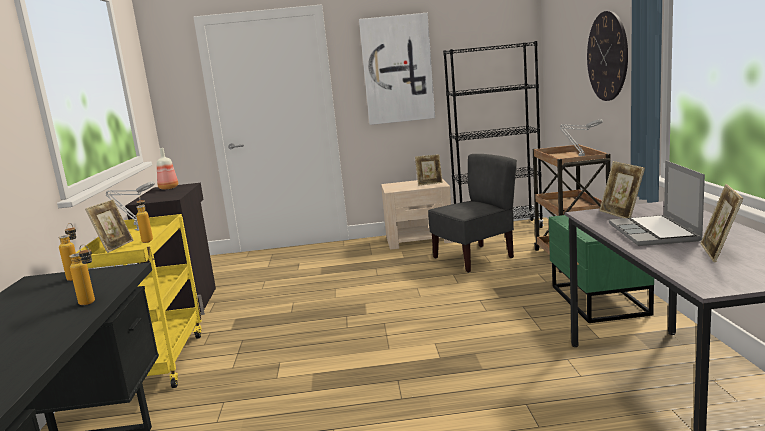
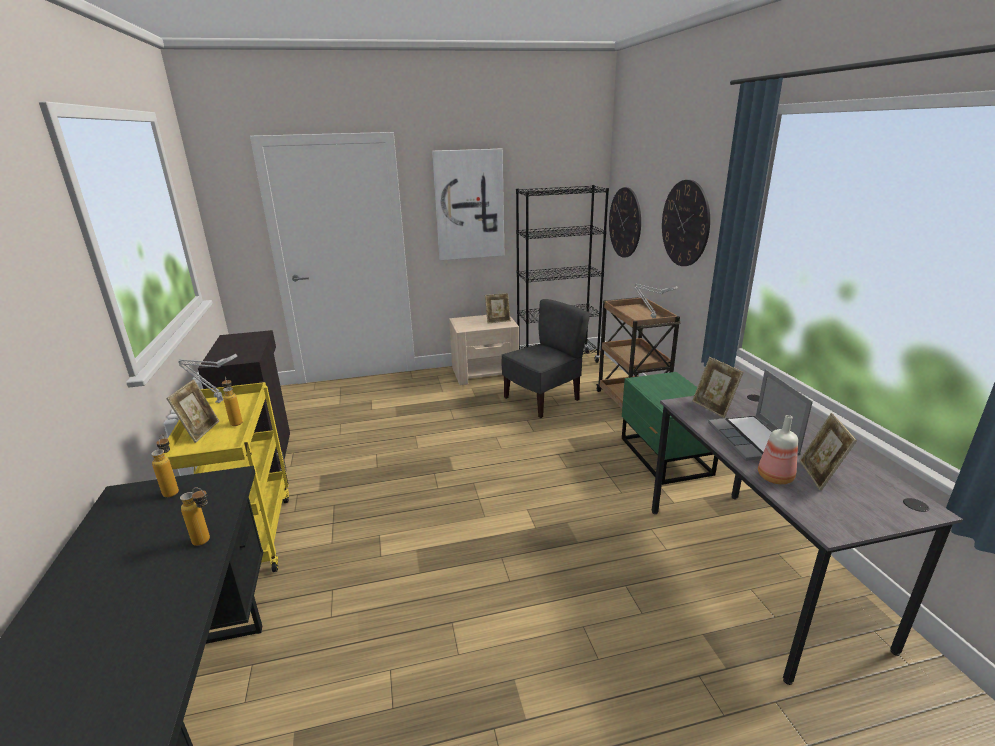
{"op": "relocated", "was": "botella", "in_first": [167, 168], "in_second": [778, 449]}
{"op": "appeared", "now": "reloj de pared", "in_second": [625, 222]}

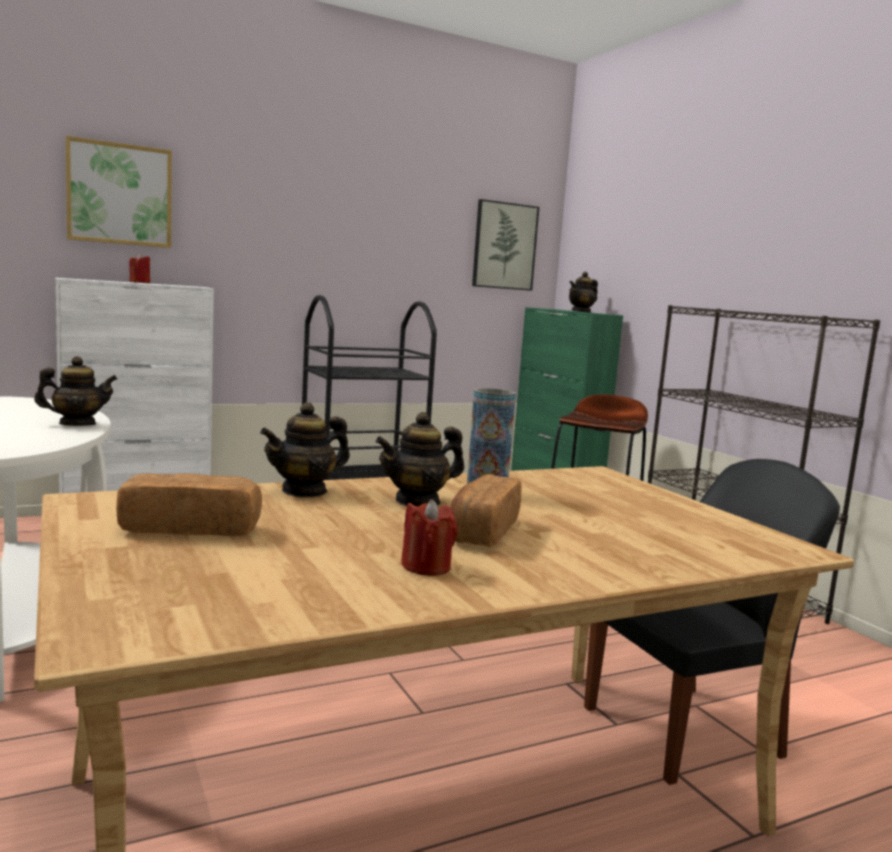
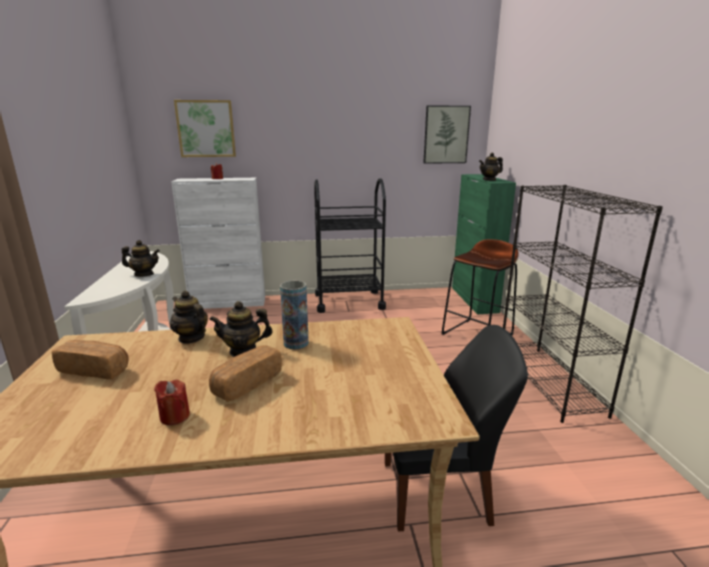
{"op": "spun", "was": "tetera", "in_first": [305, 449], "in_second": [189, 317], "clockwise": 60}

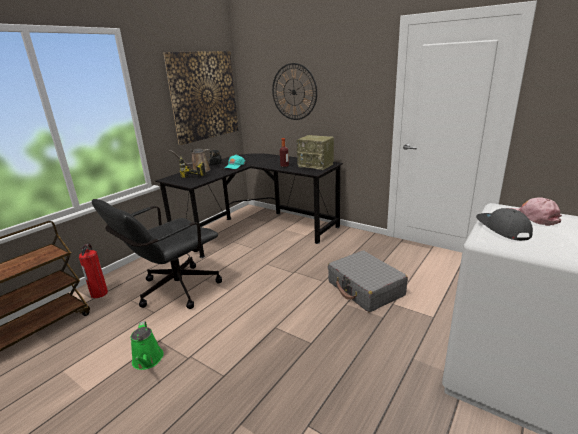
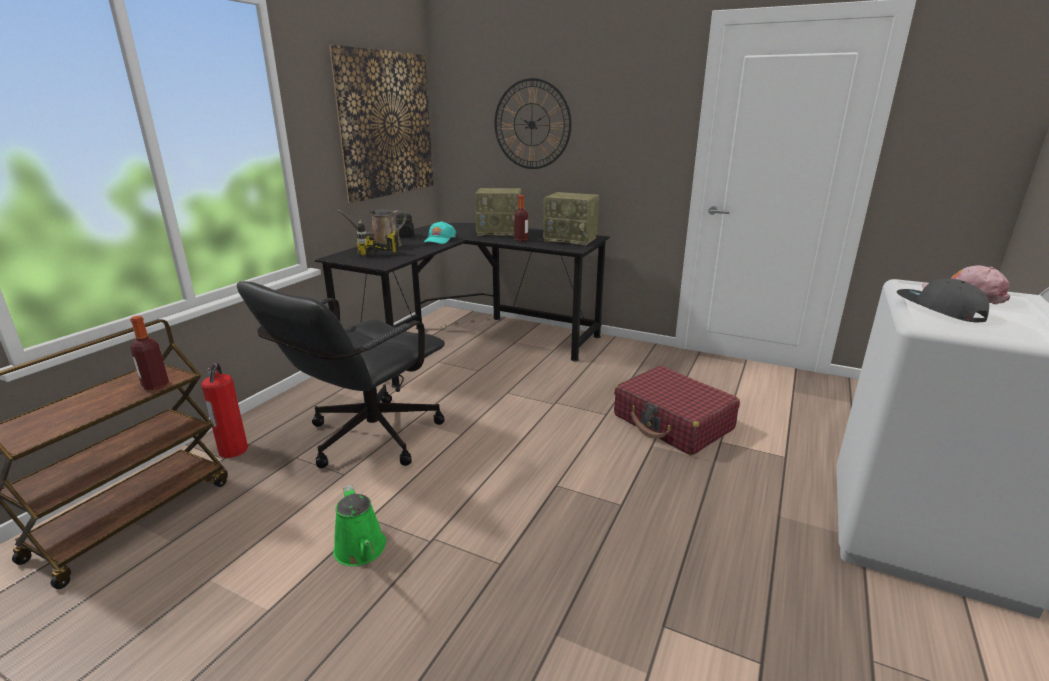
{"op": "colour", "was": "maleta [gris]", "now": "maleta [rojo]", "in_first": [368, 281], "in_second": [677, 410]}
{"op": "appeared", "now": "botella", "in_second": [149, 353]}
{"op": "appeared", "now": "radio", "in_second": [498, 212]}

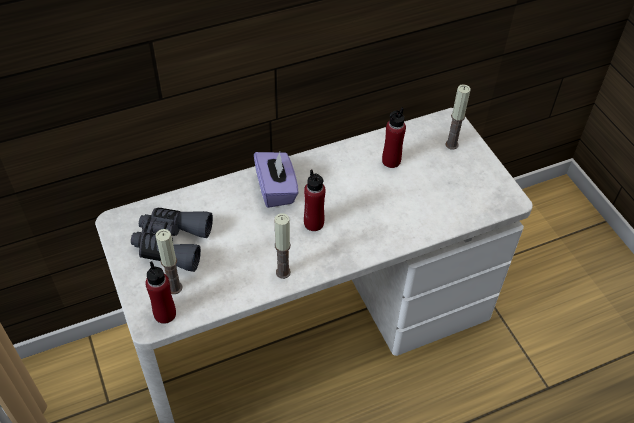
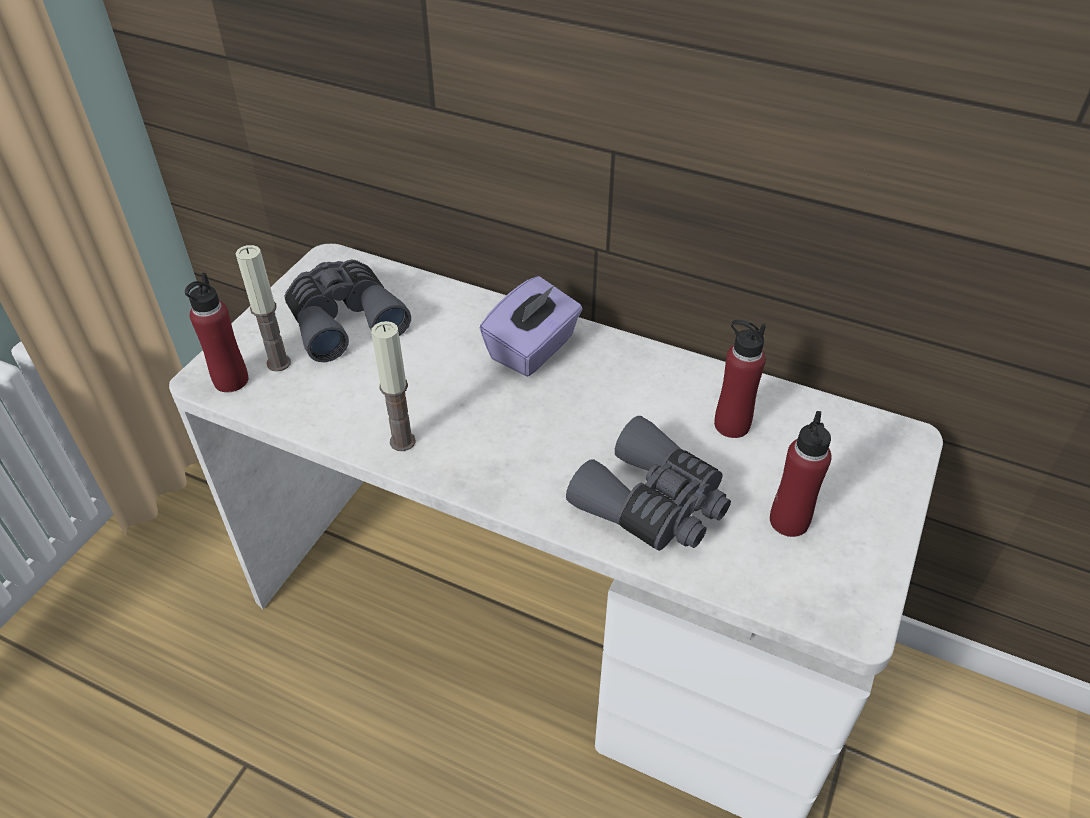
{"op": "relocated", "was": "botella [rojo]", "in_first": [315, 200], "in_second": [801, 474]}
{"op": "missing", "was": "vela", "in_first": [458, 117]}
{"op": "appeared", "now": "prismáticos [gris]", "in_second": [648, 483]}

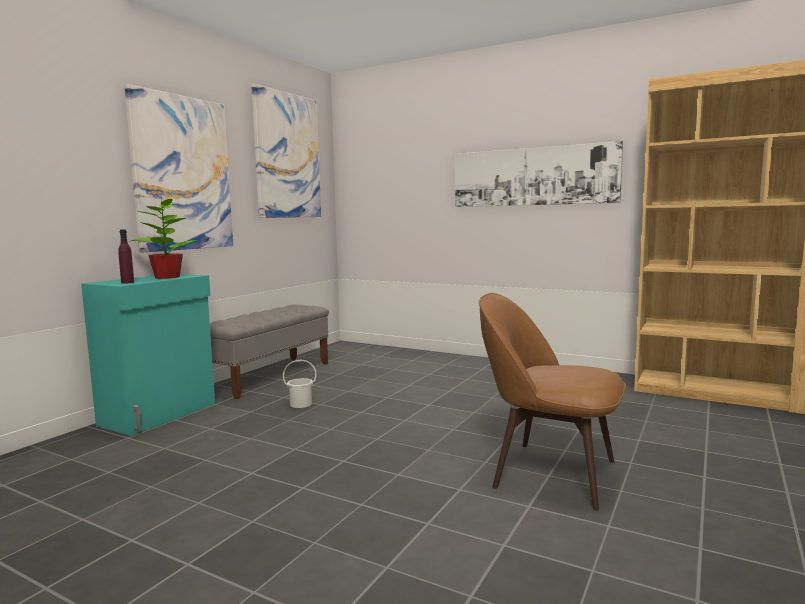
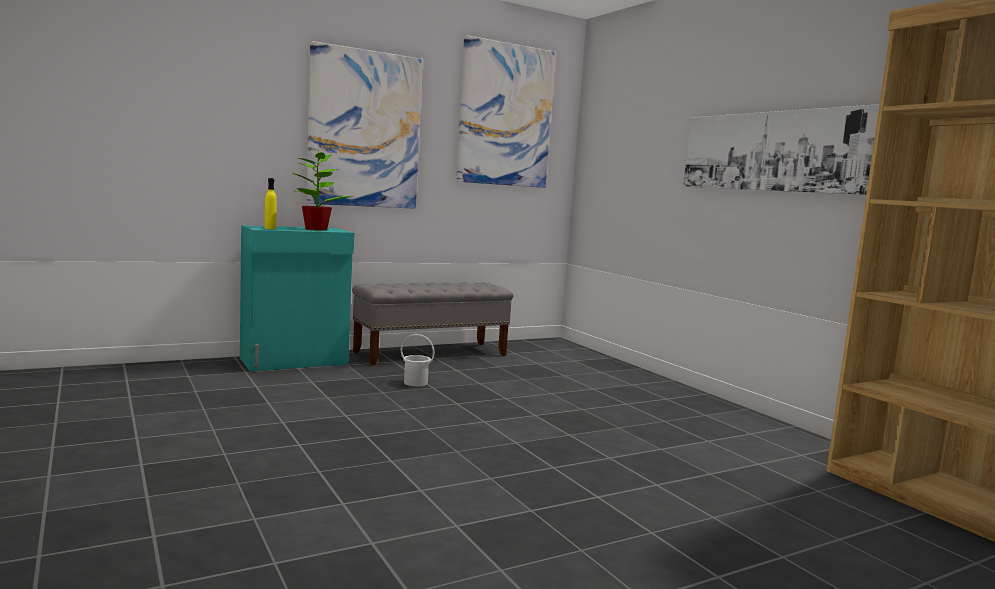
{"op": "colour", "was": "botella [morado]", "now": "botella [amarillo]", "in_first": [126, 256], "in_second": [271, 203]}
{"op": "missing", "was": "silla [marrón]", "in_first": [552, 402]}

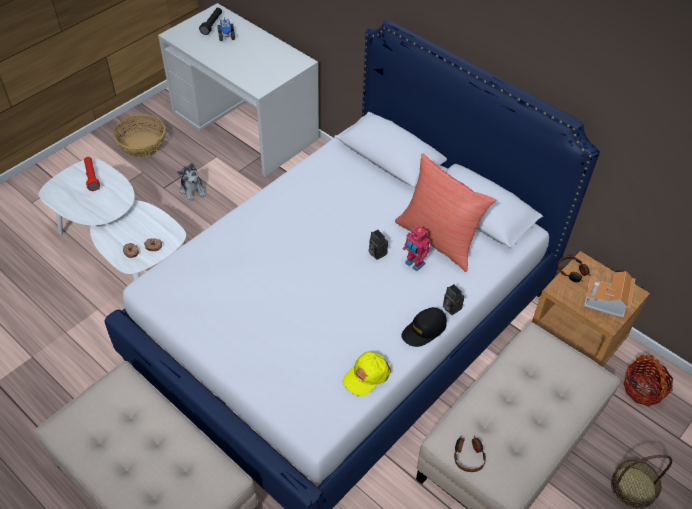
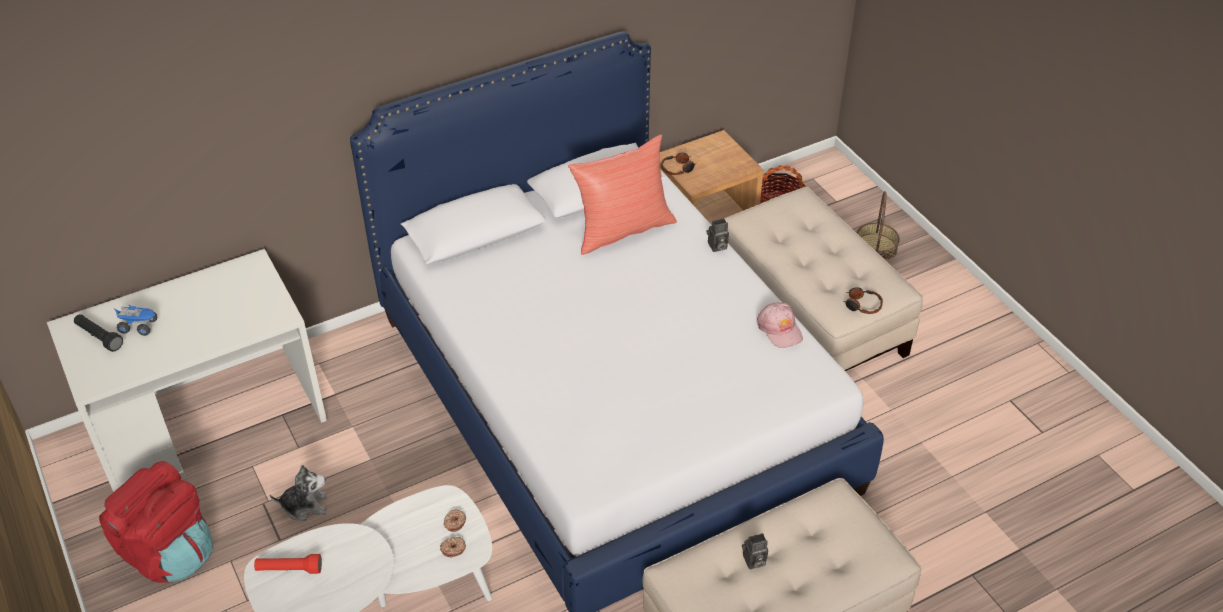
{"op": "exchanged", "was": "cesta", "now": "mochila [rojo]", "in_first": [139, 136], "in_second": [156, 522]}
{"op": "colour", "was": "gorra [amarillo]", "now": "gorra [rosa]", "in_first": [367, 373], "in_second": [780, 325]}
{"op": "relocated", "was": "cámara", "in_first": [378, 245], "in_second": [755, 551]}
{"op": "missing", "was": "gorra [negro]", "in_first": [424, 327]}
{"op": "missing", "was": "robot de juguete", "in_first": [417, 248]}
{"op": "missing", "was": "casita", "in_first": [609, 294]}

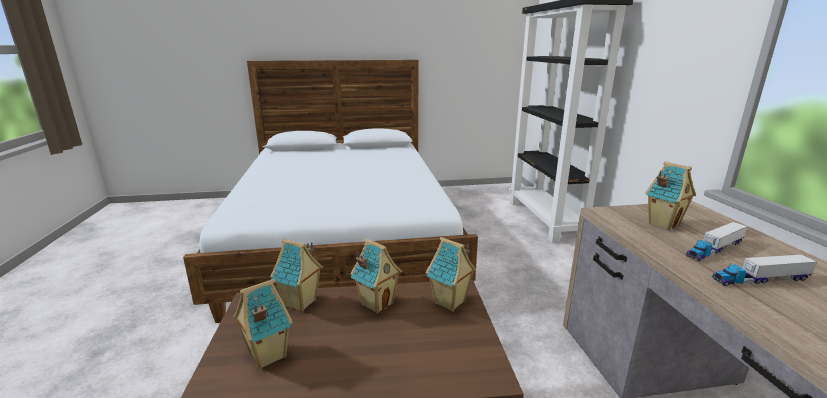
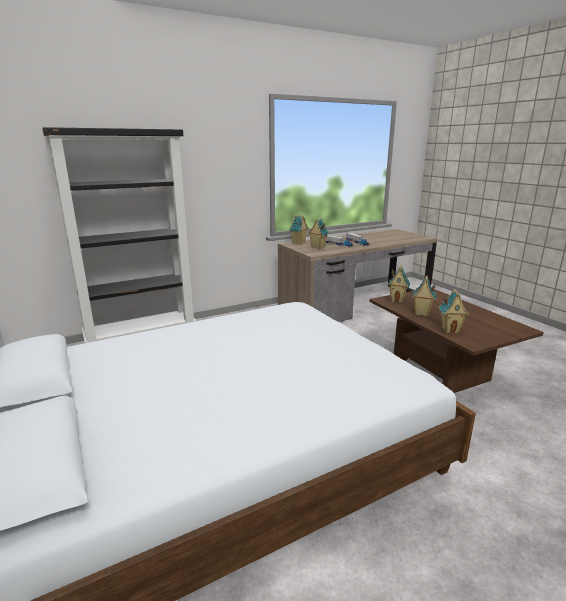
{"op": "relocated", "was": "casita", "in_first": [263, 324], "in_second": [299, 230]}

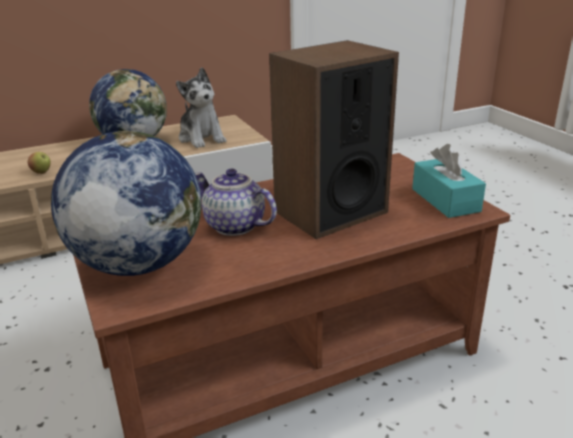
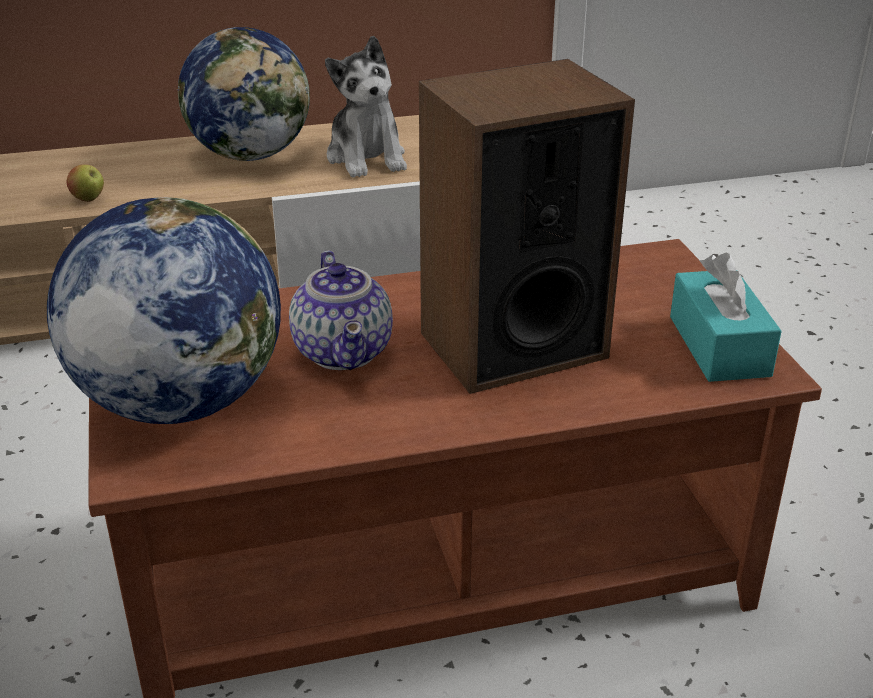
{"op": "spun", "was": "tetera", "in_first": [236, 202], "in_second": [341, 310], "clockwise": -150}

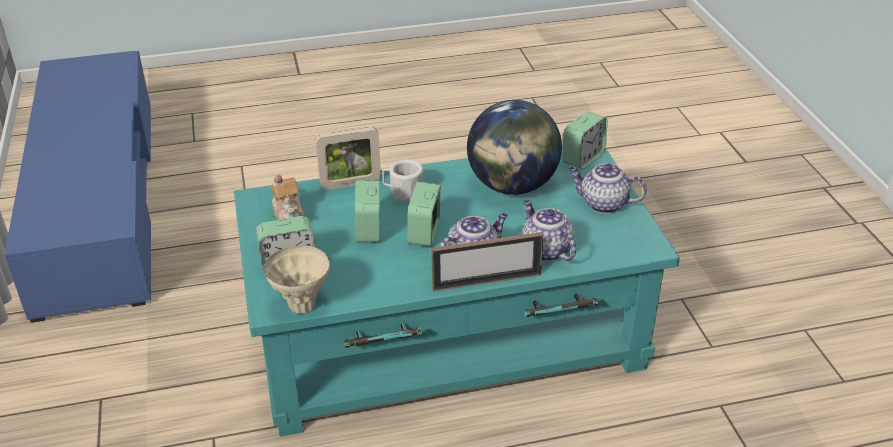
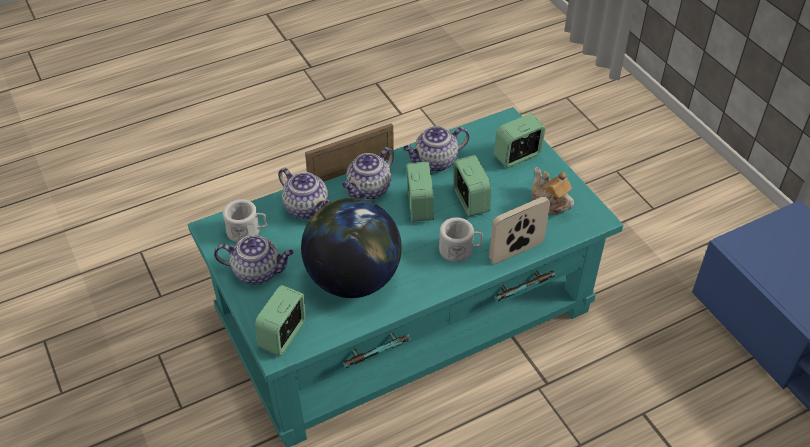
{"op": "missing", "was": "florero [beis]", "in_first": [297, 280]}
{"op": "appeared", "now": "taza grande [blanco]", "in_second": [245, 220]}
{"op": "appeared", "now": "tetera", "in_second": [436, 149]}

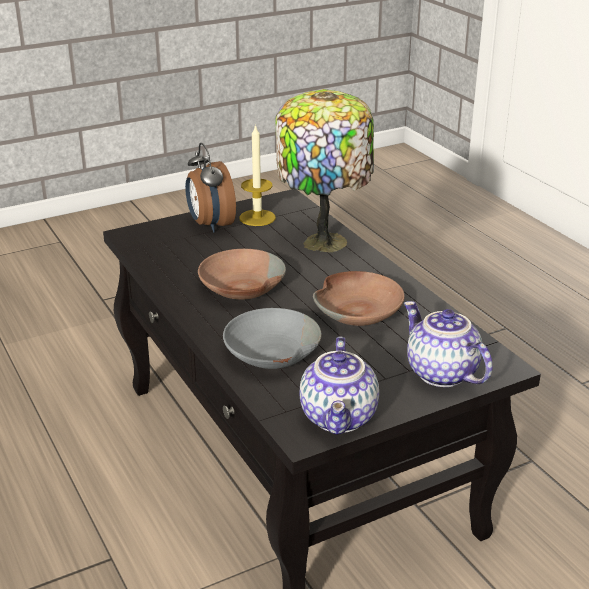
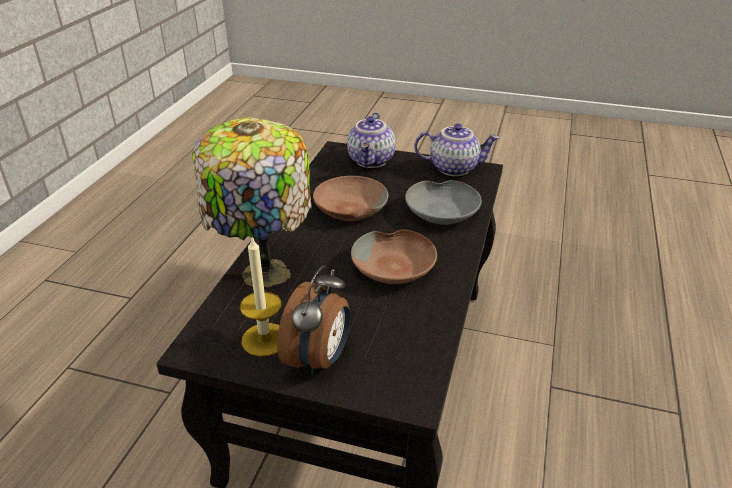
{"op": "spun", "was": "tetera", "in_first": [339, 385], "in_second": [457, 149], "clockwise": 45}

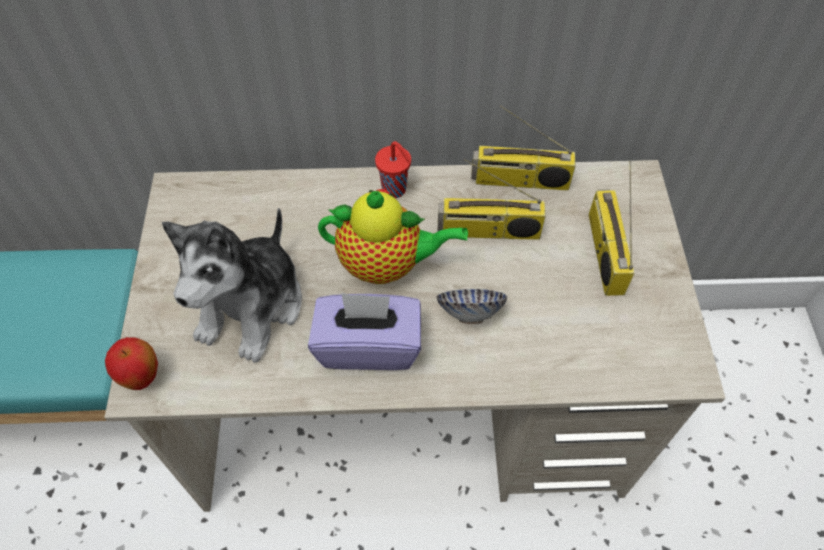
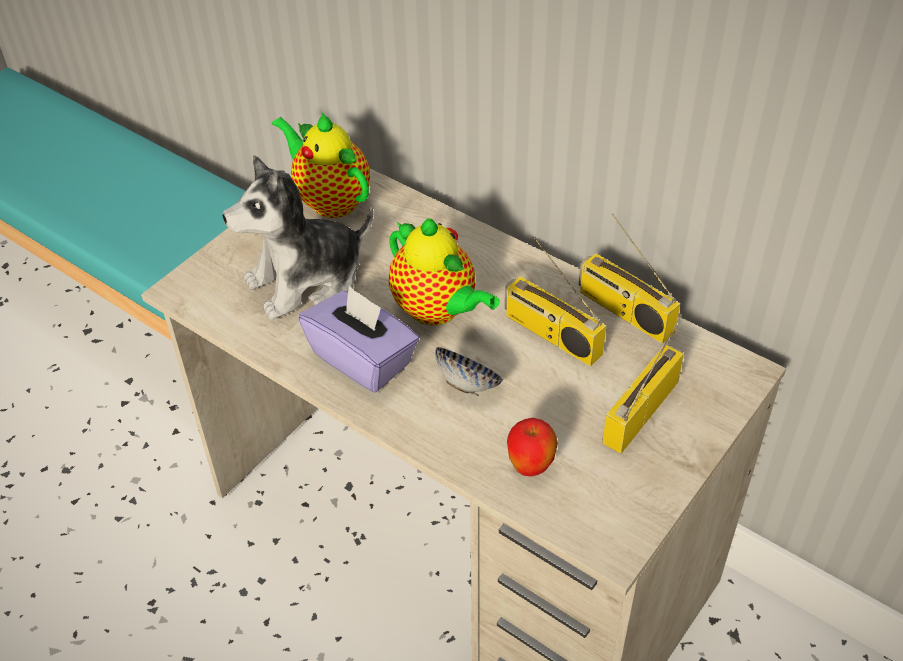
{"op": "relocated", "was": "manzana", "in_first": [131, 363], "in_second": [532, 447]}
{"op": "missing", "was": "taza [rojo]", "in_first": [393, 169]}
{"op": "appeared", "now": "tetera", "in_second": [321, 164]}

